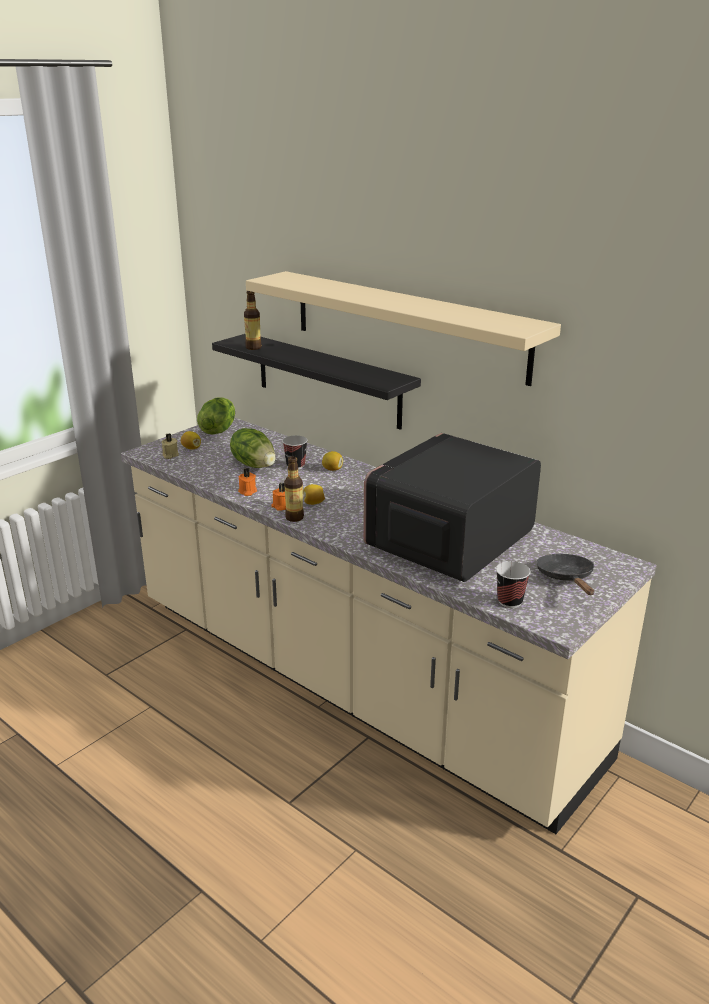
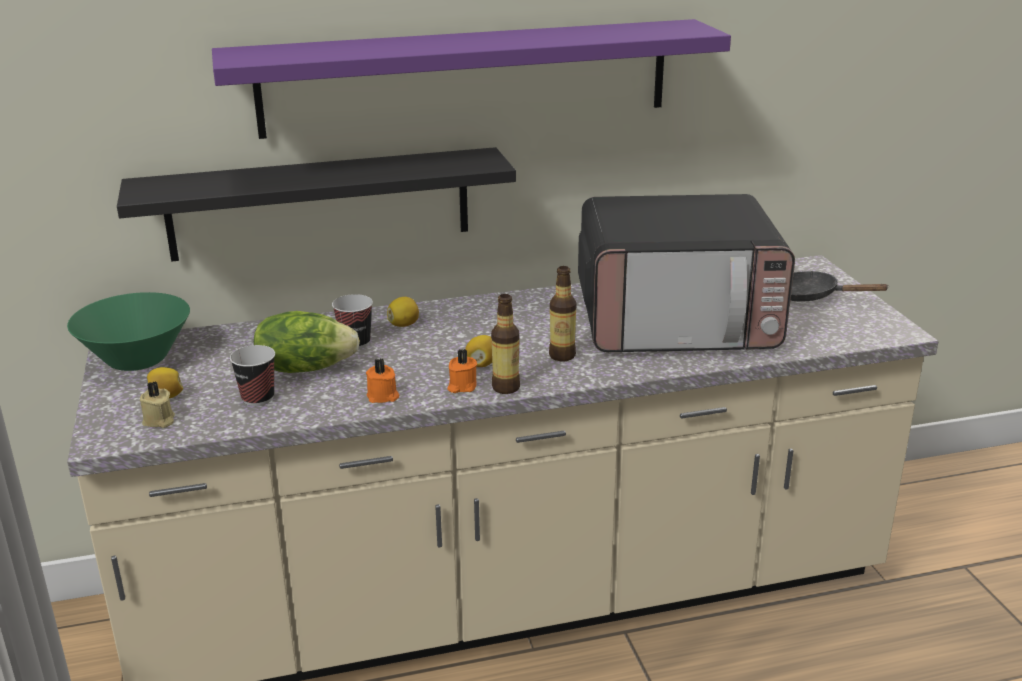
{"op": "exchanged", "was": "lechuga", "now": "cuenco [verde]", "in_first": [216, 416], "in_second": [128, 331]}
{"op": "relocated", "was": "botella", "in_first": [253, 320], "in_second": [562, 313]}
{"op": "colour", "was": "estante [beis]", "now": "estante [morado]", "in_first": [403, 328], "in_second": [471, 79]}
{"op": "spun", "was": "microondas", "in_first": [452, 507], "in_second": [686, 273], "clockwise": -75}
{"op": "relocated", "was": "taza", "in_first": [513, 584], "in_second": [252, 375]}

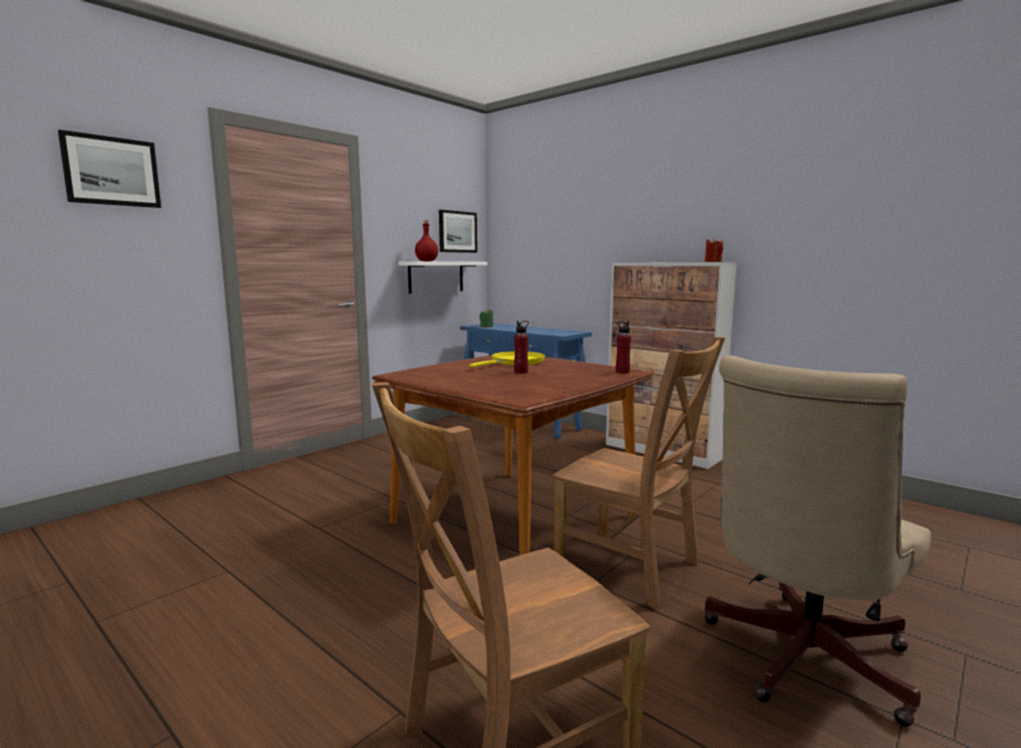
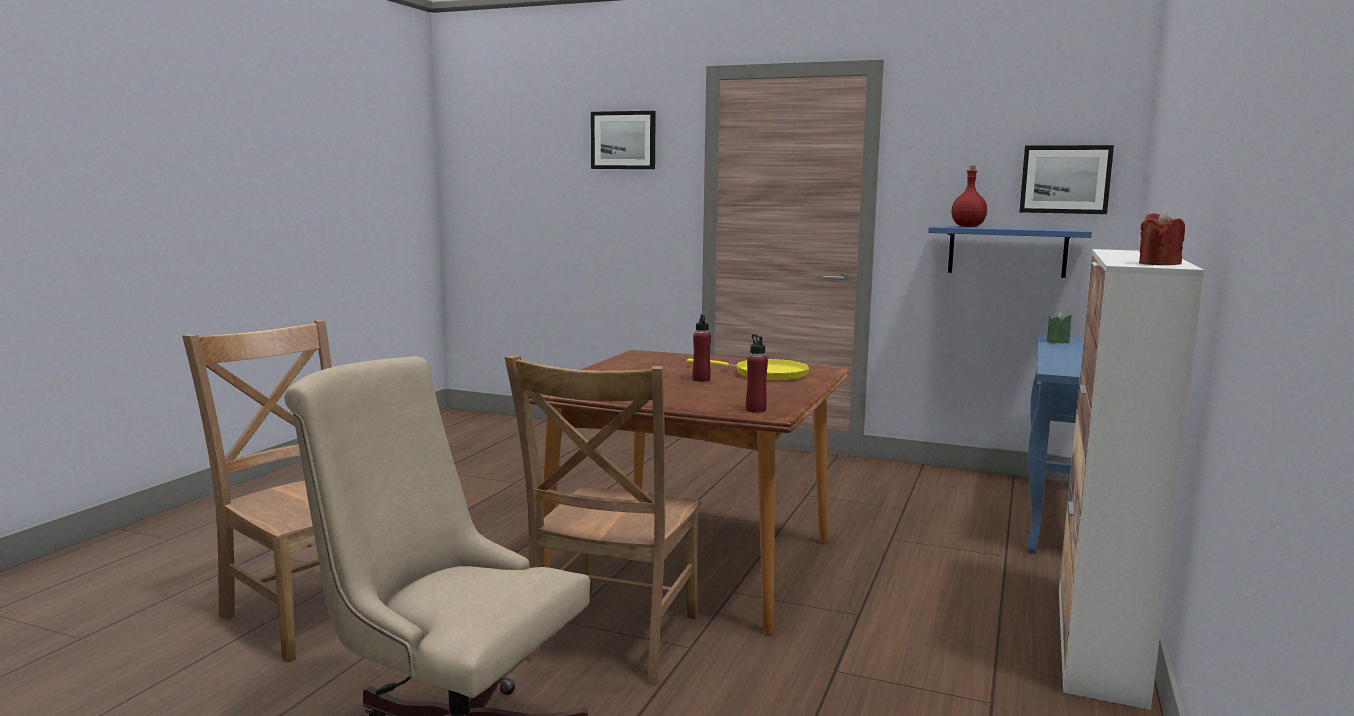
{"op": "colour", "was": "estante [blanco]", "now": "estante [azul]", "in_first": [442, 278], "in_second": [1010, 251]}

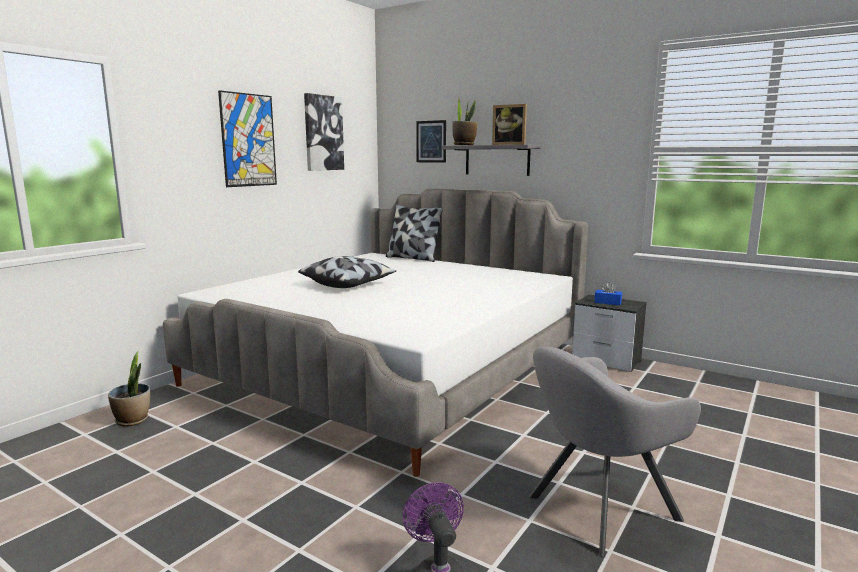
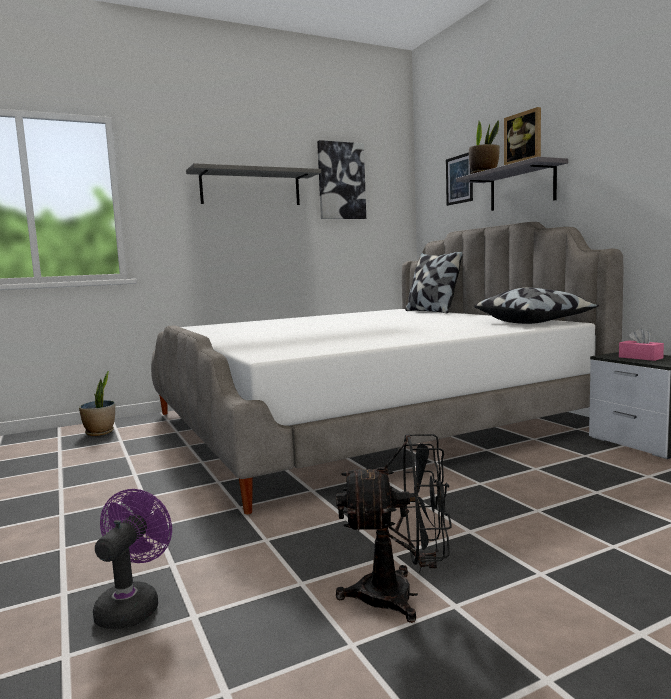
{"op": "exchanged", "was": "cuadro", "now": "estante [gris]", "in_first": [247, 138], "in_second": [253, 184]}
{"op": "relocated", "was": "cojín", "in_first": [347, 272], "in_second": [536, 305]}
{"op": "exchanged", "was": "sillón [gris]", "now": "ventilador [negro]", "in_first": [615, 452], "in_second": [394, 528]}
{"op": "colour", "was": "caja de pañuelos [azul]", "now": "caja de pañuelos [rosa]", "in_first": [608, 293], "in_second": [641, 344]}

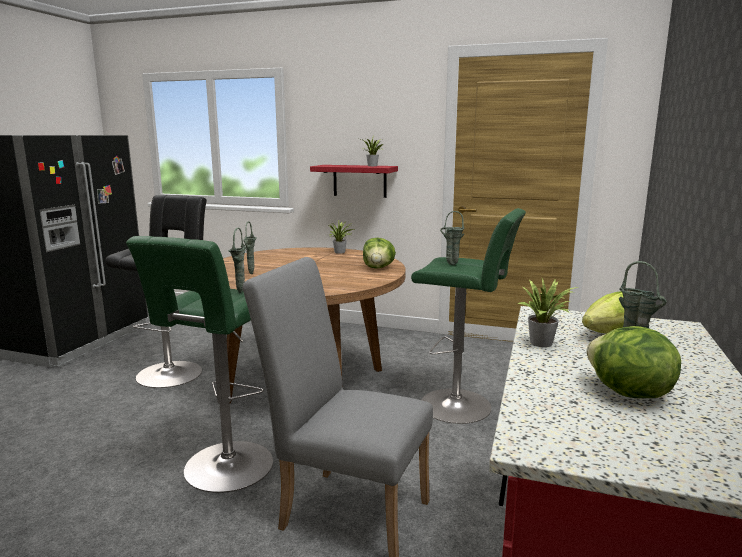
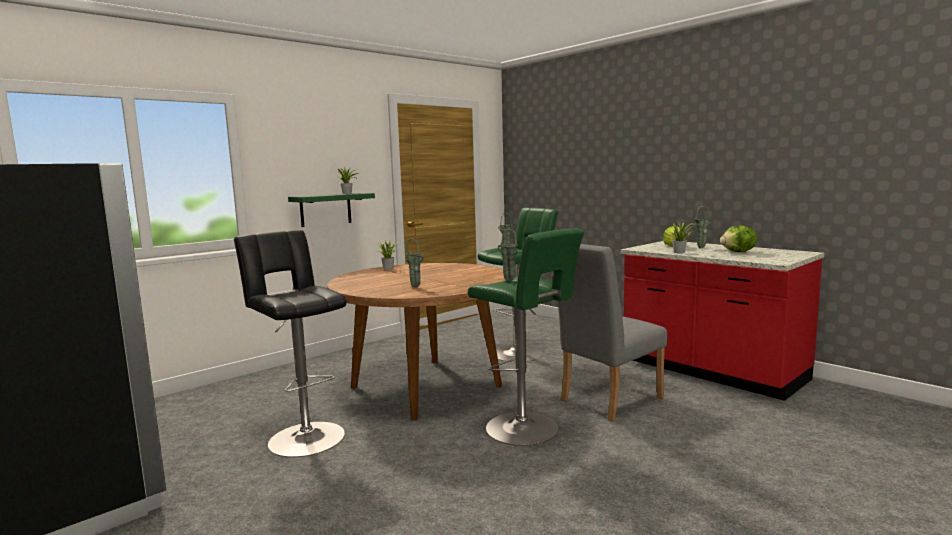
{"op": "colour", "was": "estante [rojo]", "now": "estante [verde]", "in_first": [354, 181], "in_second": [331, 210]}
{"op": "missing", "was": "lechuga", "in_first": [379, 253]}

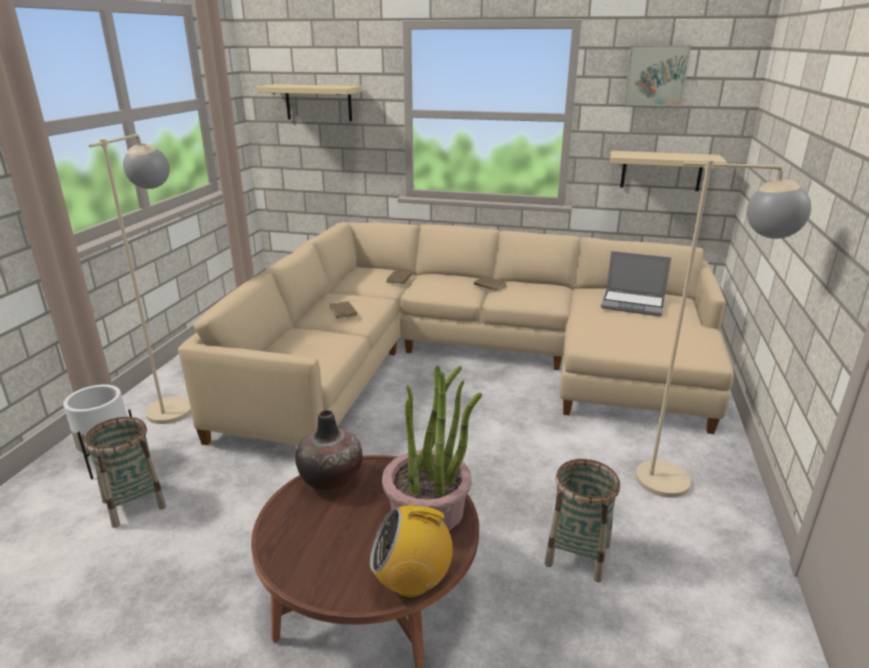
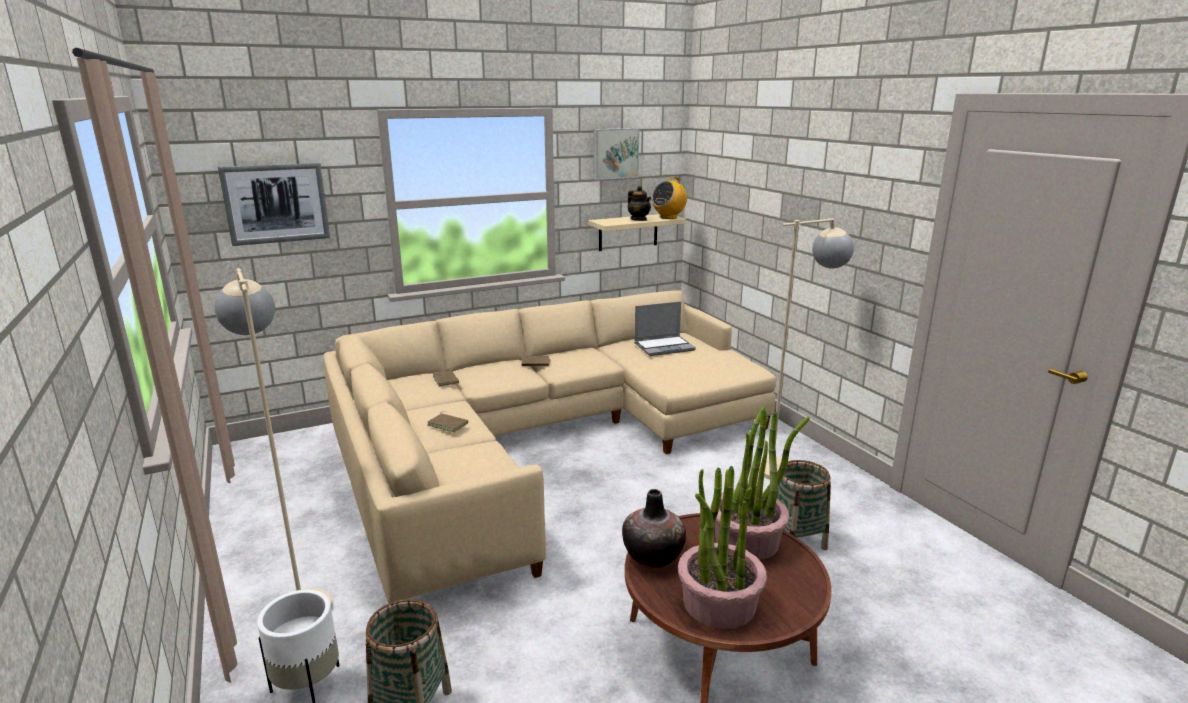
{"op": "exchanged", "was": "estante [beis]", "now": "cuadro", "in_first": [309, 102], "in_second": [274, 204]}
{"op": "relocated", "was": "radio", "in_first": [412, 551], "in_second": [669, 197]}
{"op": "appeared", "now": "tetera", "in_second": [639, 203]}
{"op": "appeared", "now": "planta en maceta", "in_second": [722, 547]}

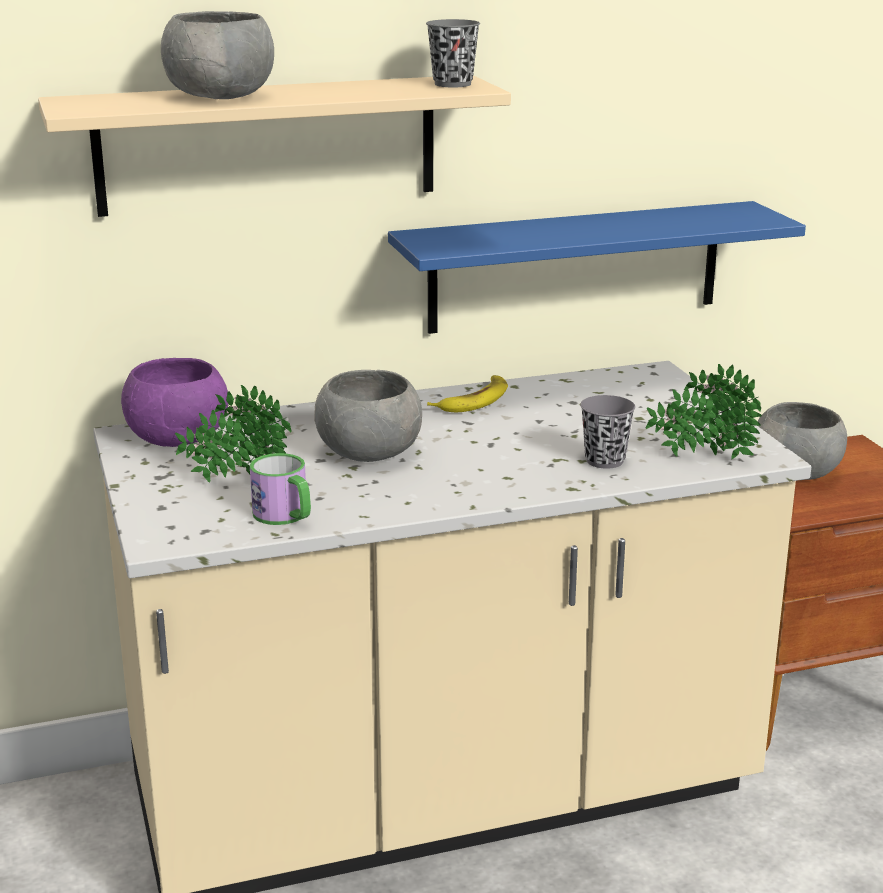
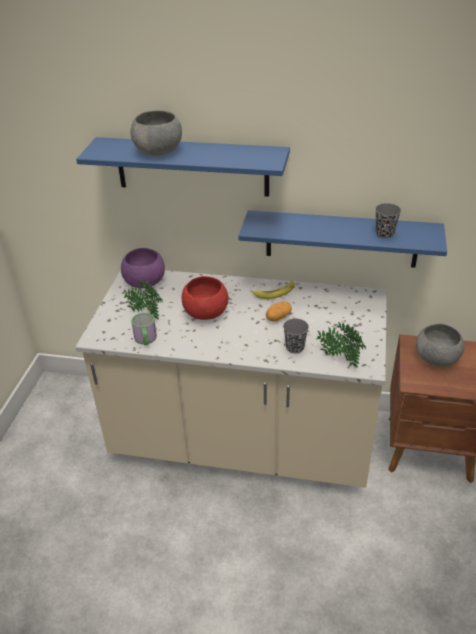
{"op": "colour", "was": "estante [beis]", "now": "estante [azul]", "in_first": [274, 146], "in_second": [183, 167]}
{"op": "colour", "was": "cuenco [gris]", "now": "cuenco [rojo]", "in_first": [368, 416], "in_second": [205, 298]}
{"op": "relocated", "was": "taza [gris]", "in_first": [453, 53], "in_second": [388, 220]}
{"op": "appeared", "now": "patata", "in_second": [279, 311]}

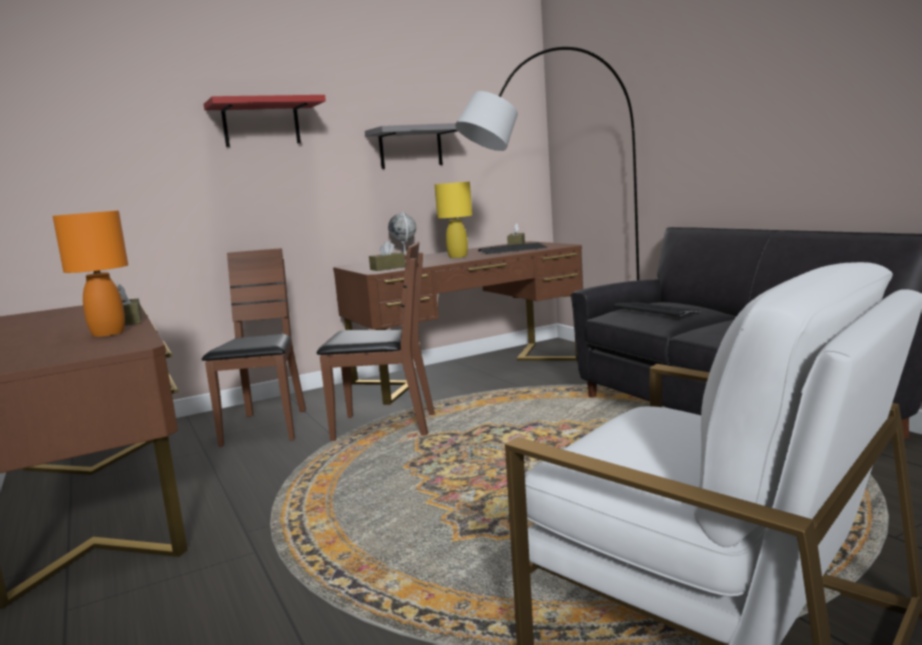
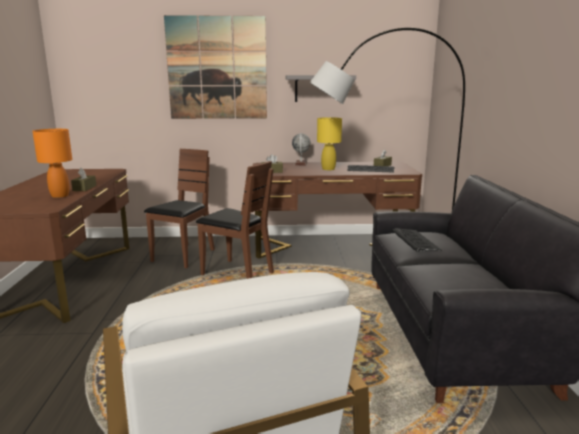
{"op": "exchanged", "was": "estante [rojo]", "now": "cuadro", "in_first": [265, 121], "in_second": [215, 67]}

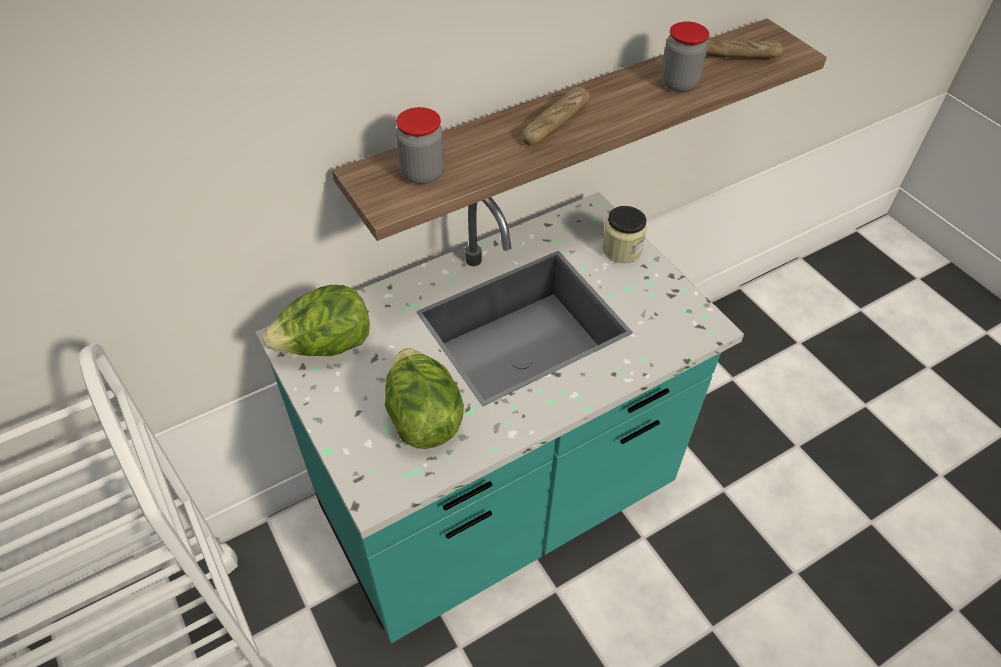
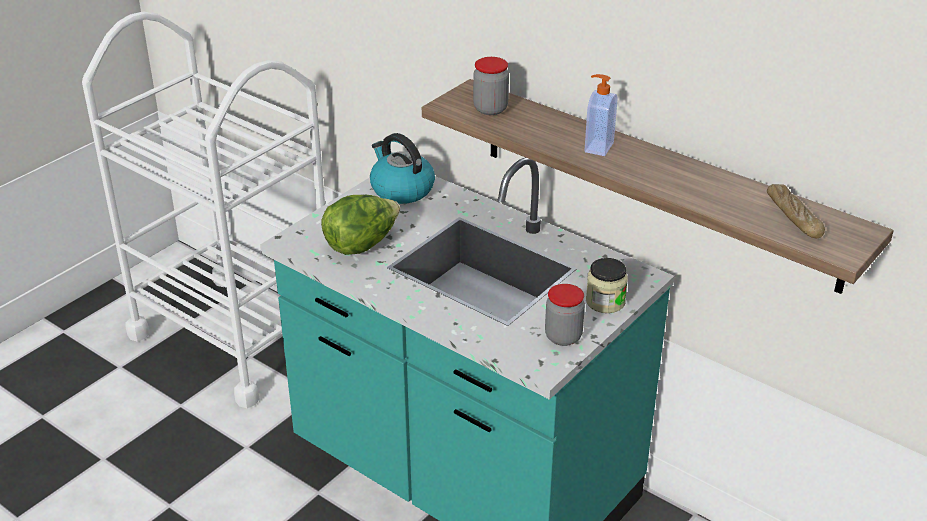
{"op": "exchanged", "was": "lechuga", "now": "hervidor", "in_first": [316, 320], "in_second": [402, 168]}
{"op": "exchanged", "was": "pan", "now": "dispensador de jabón", "in_first": [556, 116], "in_second": [600, 115]}
{"op": "relocated", "was": "tarro", "in_first": [685, 56], "in_second": [565, 315]}

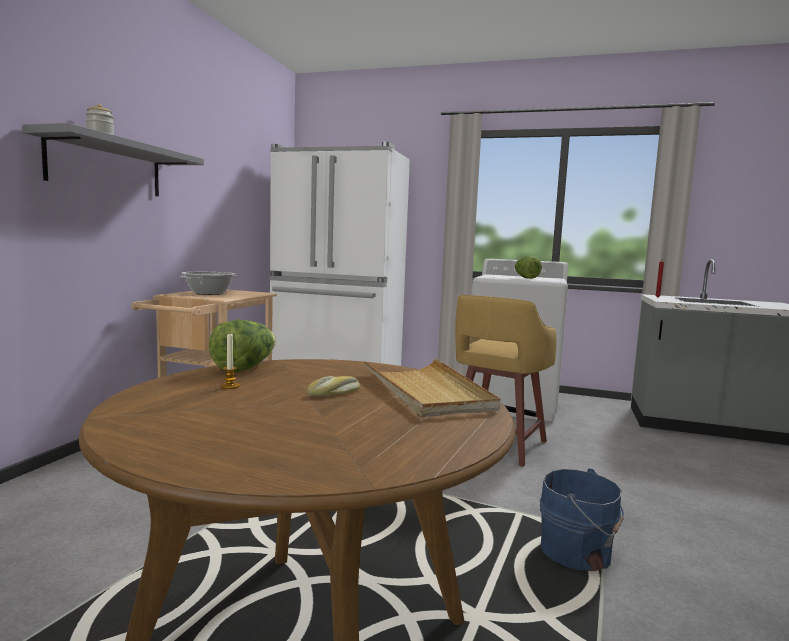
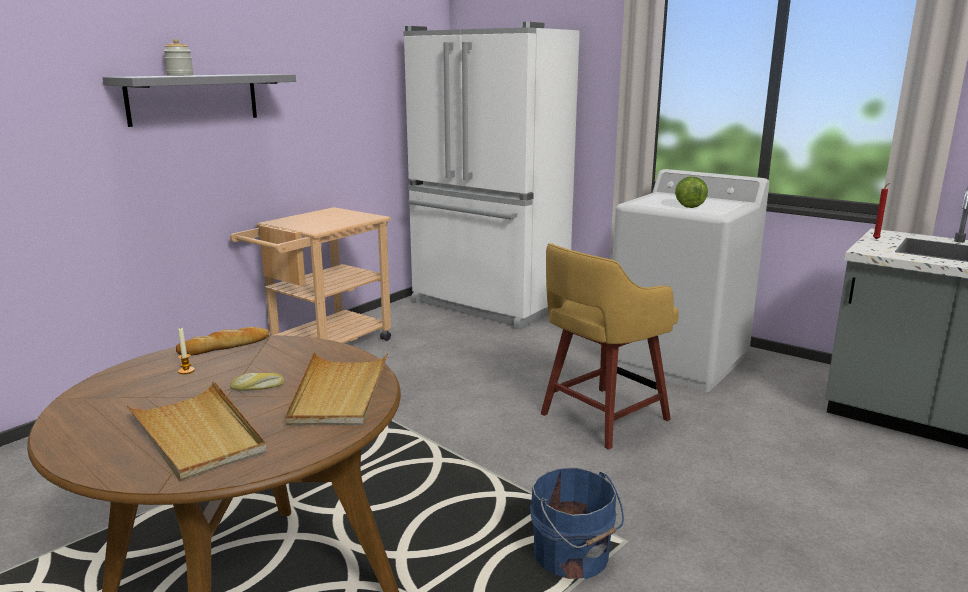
{"op": "missing", "was": "olla", "in_first": [208, 283]}
{"op": "exchanged", "was": "lechuga", "now": "pan", "in_first": [242, 345], "in_second": [222, 341]}
{"op": "appeared", "now": "bandeja [beis]", "in_second": [196, 430]}

